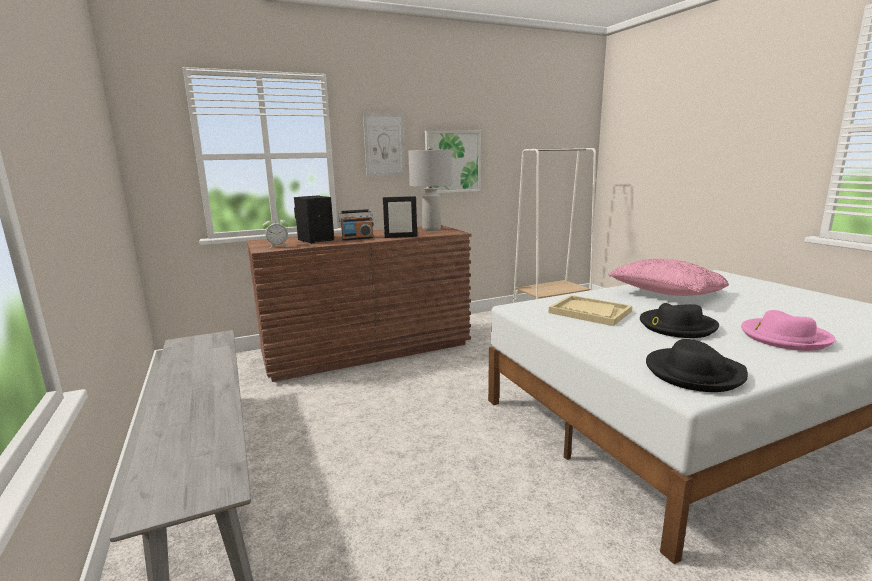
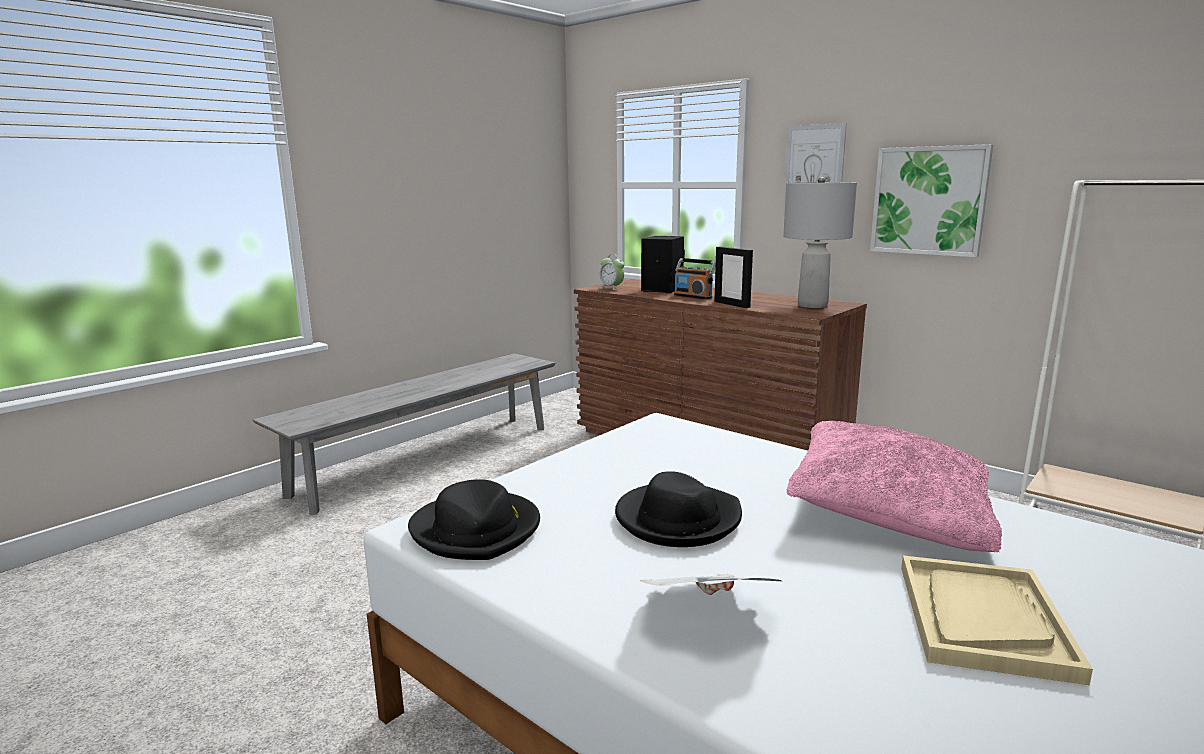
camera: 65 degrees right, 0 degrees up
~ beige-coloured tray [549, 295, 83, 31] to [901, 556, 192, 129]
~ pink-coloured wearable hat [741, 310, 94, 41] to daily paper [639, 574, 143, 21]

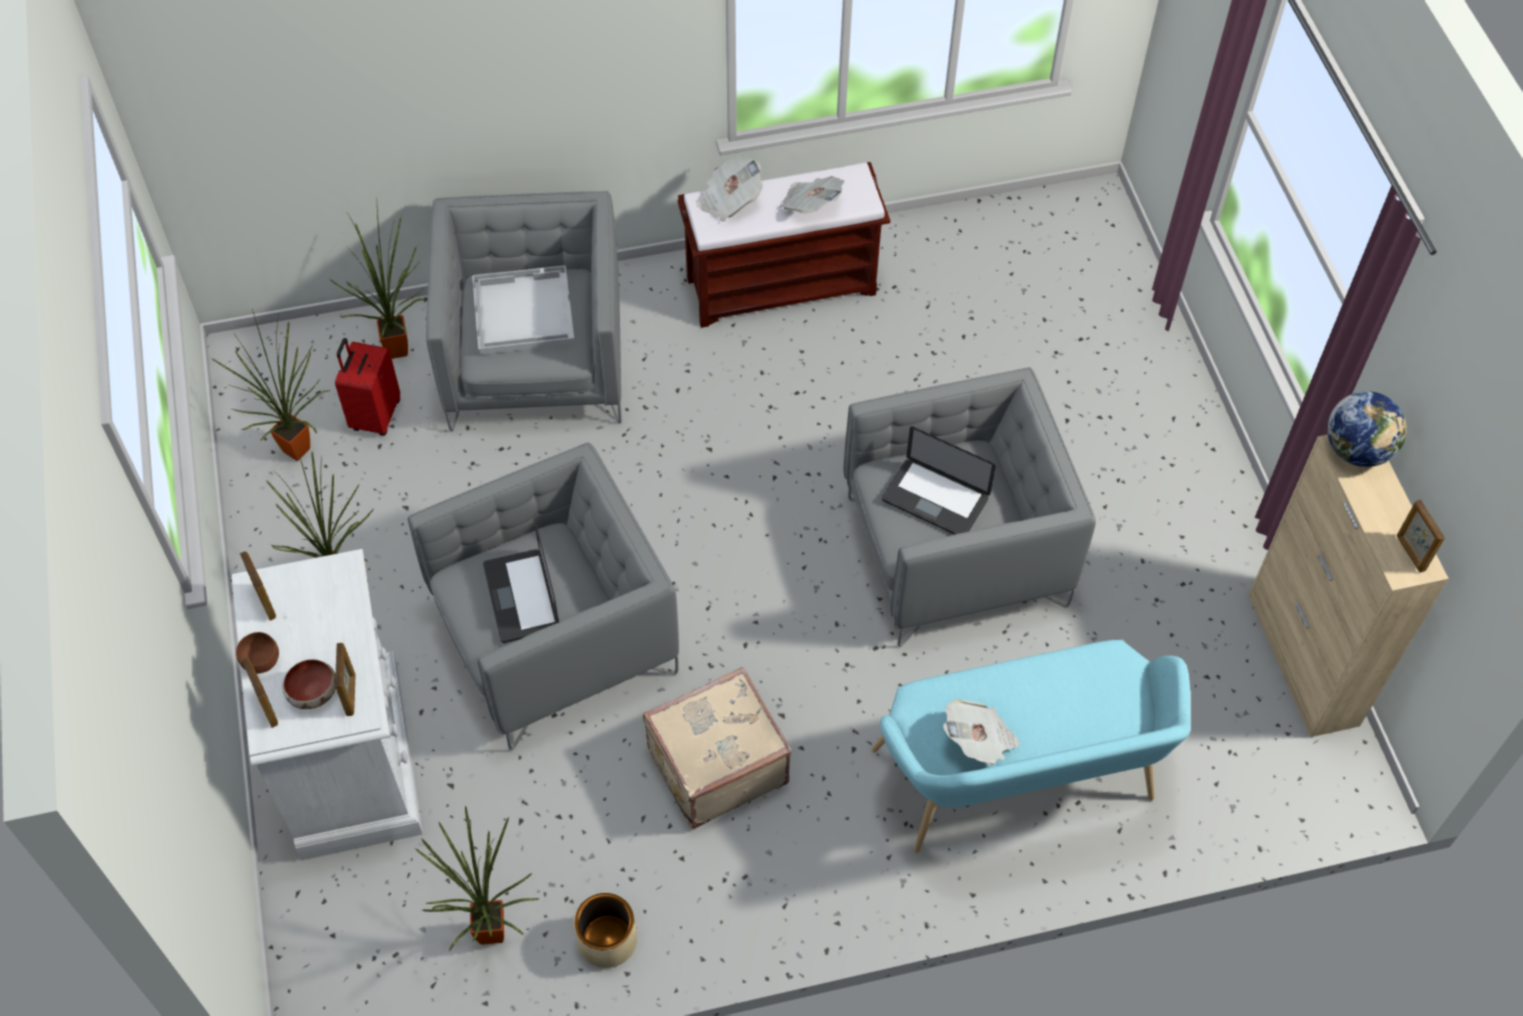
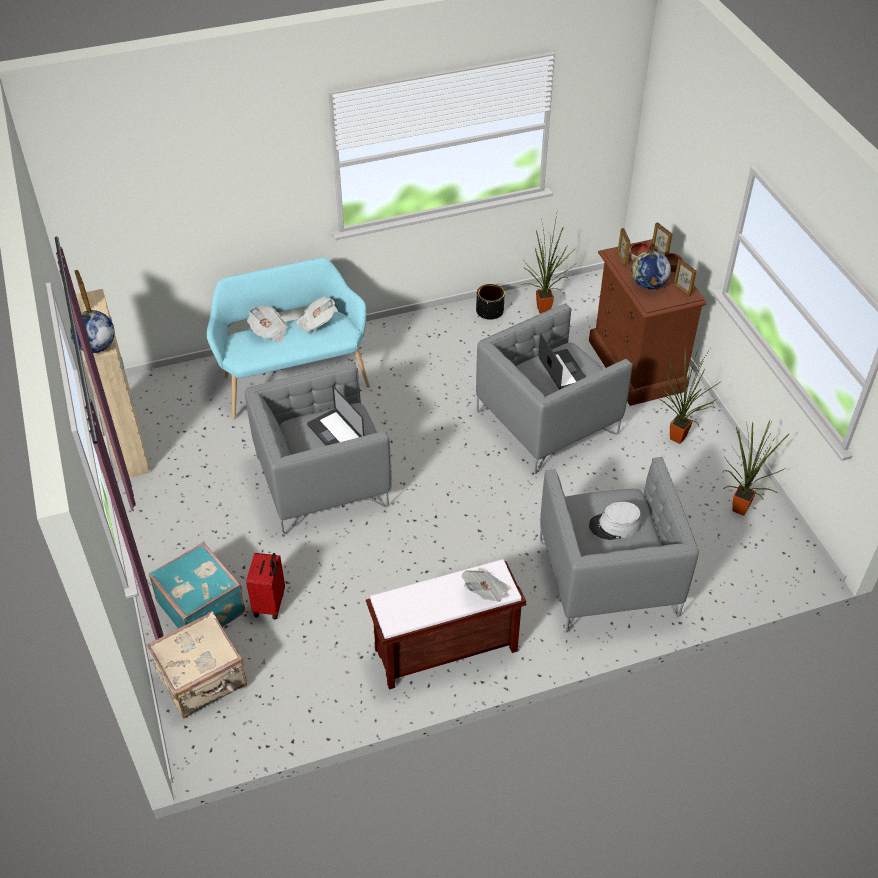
camera: 175 degrees right, 10 degrees down
- plant in a pot [331, 207, 96, 152]
+ turquoise-coloured piece of luggage [149, 542, 96, 86]
+ globe [631, 251, 40, 39]
~ red piece of luggage [335, 338, 65, 98] to [246, 553, 39, 67]
~ beige-coloured piece of luggage [643, 667, 149, 162] to [147, 612, 100, 107]
~ daily paper [780, 176, 65, 37] to [247, 306, 41, 37]
~ whitish tray [472, 265, 103, 90] to greyish wearable hat [589, 502, 53, 38]
~ whitish drawer chest [232, 549, 191, 311] to brown-coloured drawer chest [589, 239, 117, 167]
~ beige-coloured plant pot [574, 893, 63, 75] to black-coloured plant pot [476, 284, 29, 36]
~ portable computer [882, 426, 114, 109] = [307, 386, 57, 60] 150 degrees counterclockwise

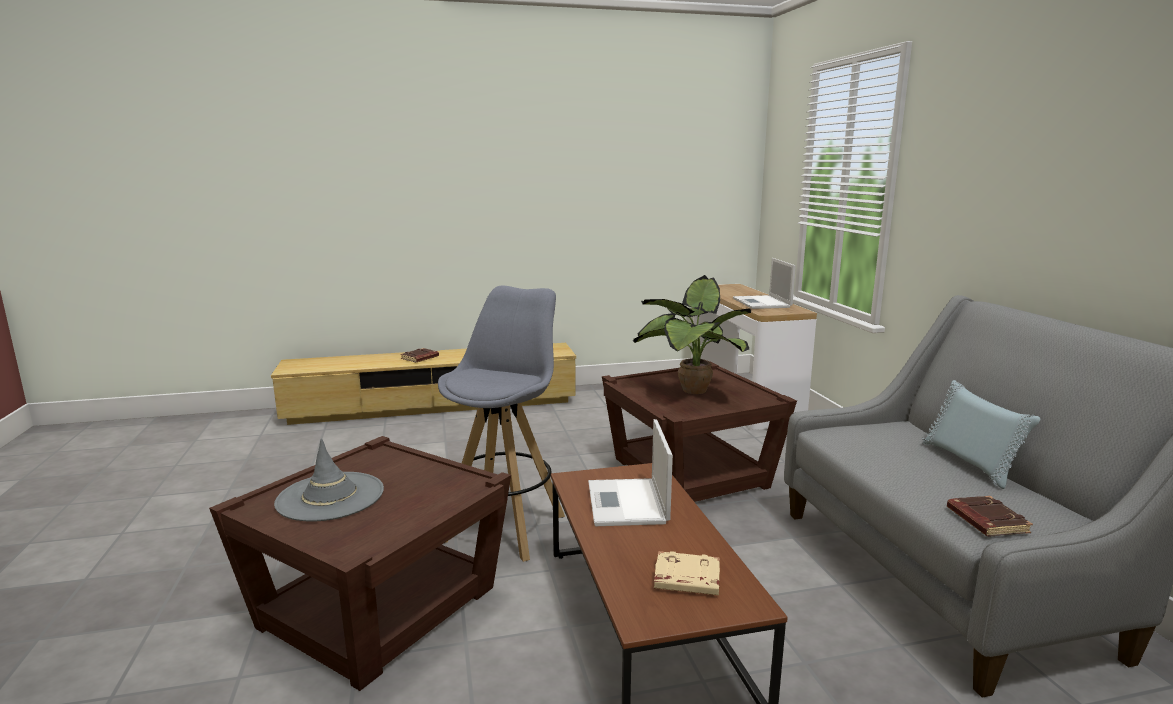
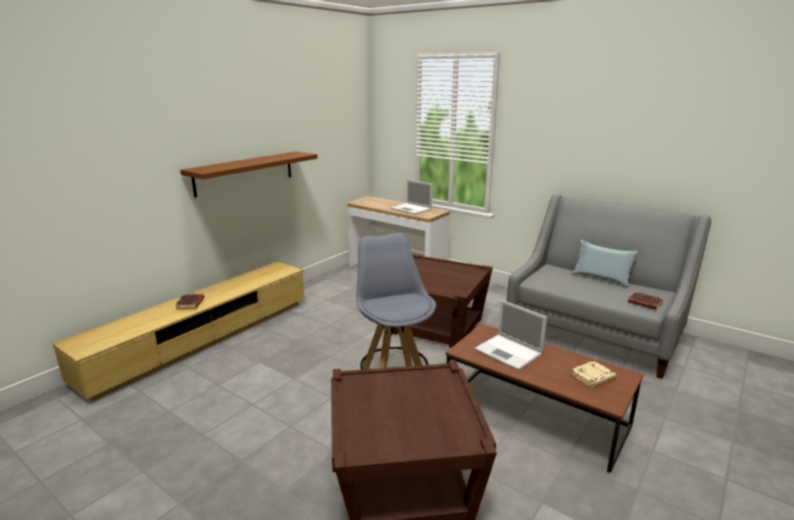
camera: 40 degrees left, 5 degrees up
- greyish wearable hat [274, 438, 110, 84]
- plant in a pot [632, 275, 119, 119]
+ brown-coloured bracket shelf [180, 151, 138, 46]

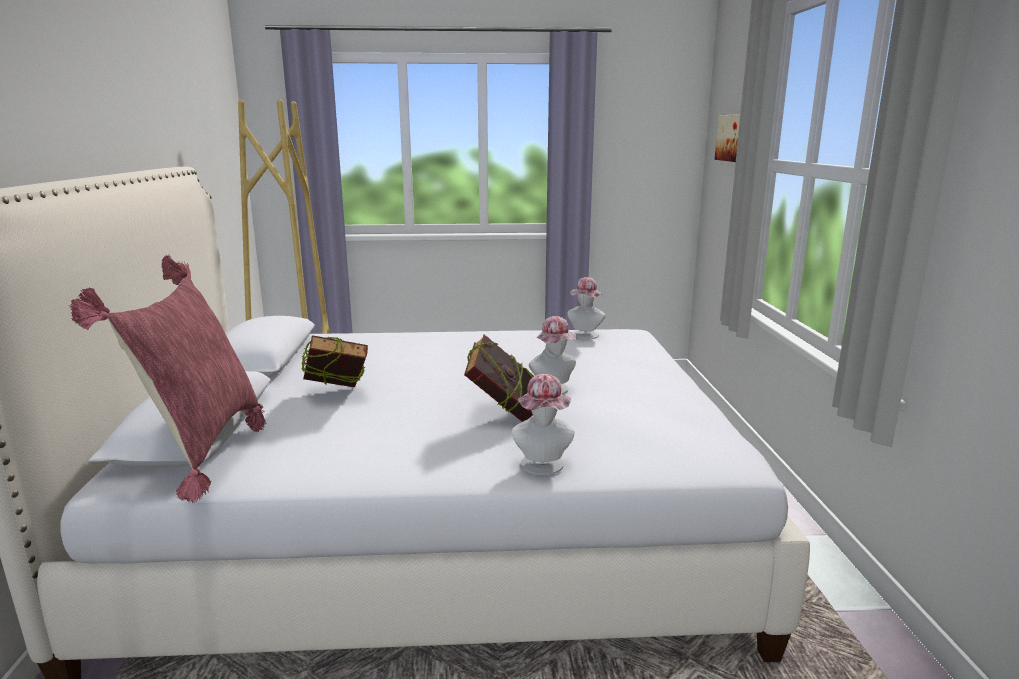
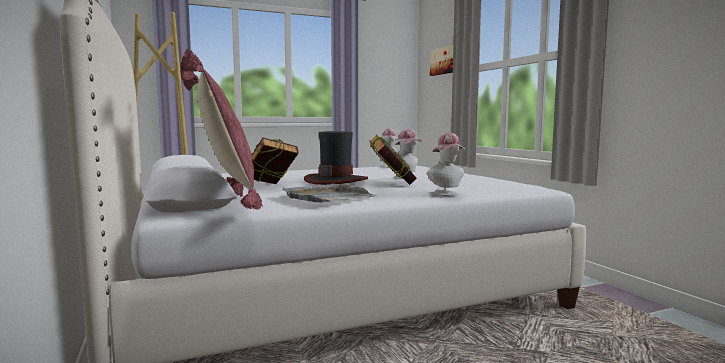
camera: 20 degrees left, 10 degrees down
+ greyish tray [283, 184, 94, 19]
+ wearable hat [304, 131, 64, 54]

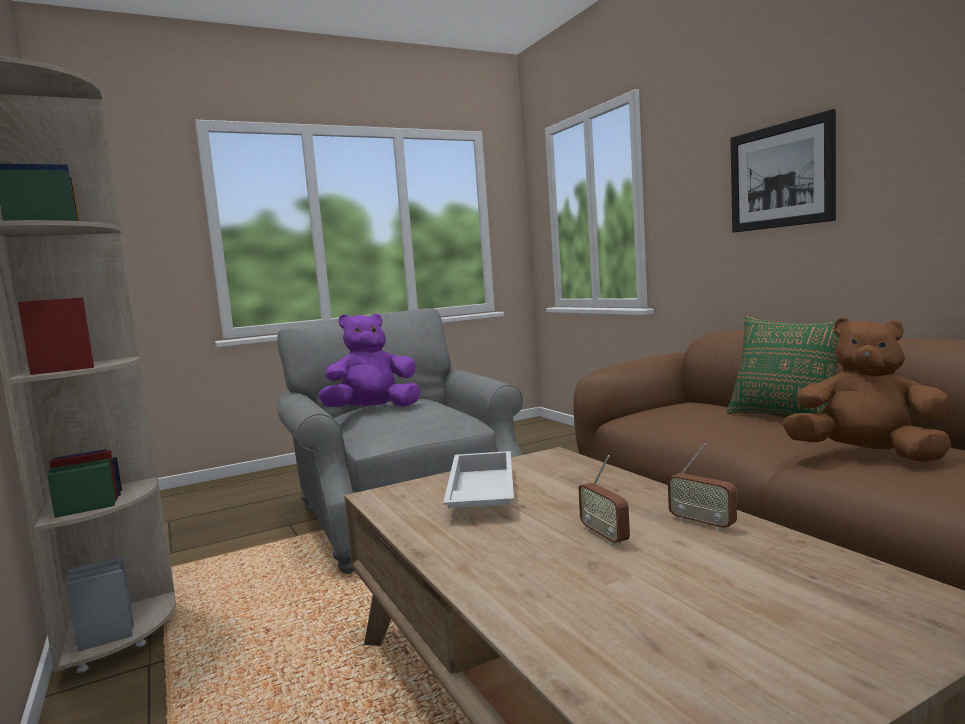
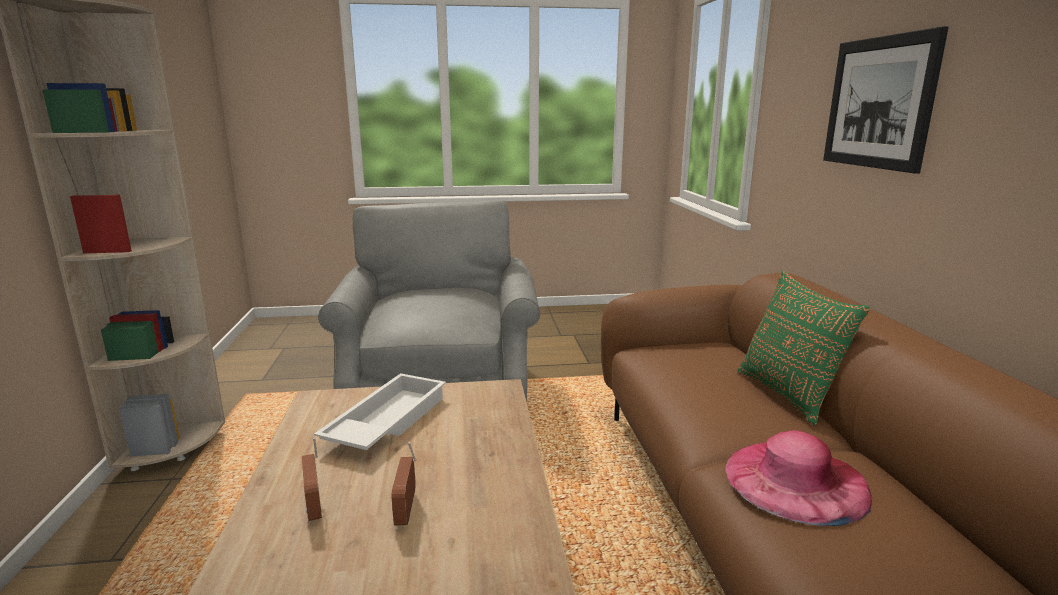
camera: 20 degrees right, 10 degrees up
- purplish plush toy [318, 314, 102, 93]
~ radio [668, 443, 69, 88] to [302, 437, 20, 84]
~ brown-coloured plush toy [782, 318, 170, 144] to pink-coloured wearable hat [725, 430, 147, 96]

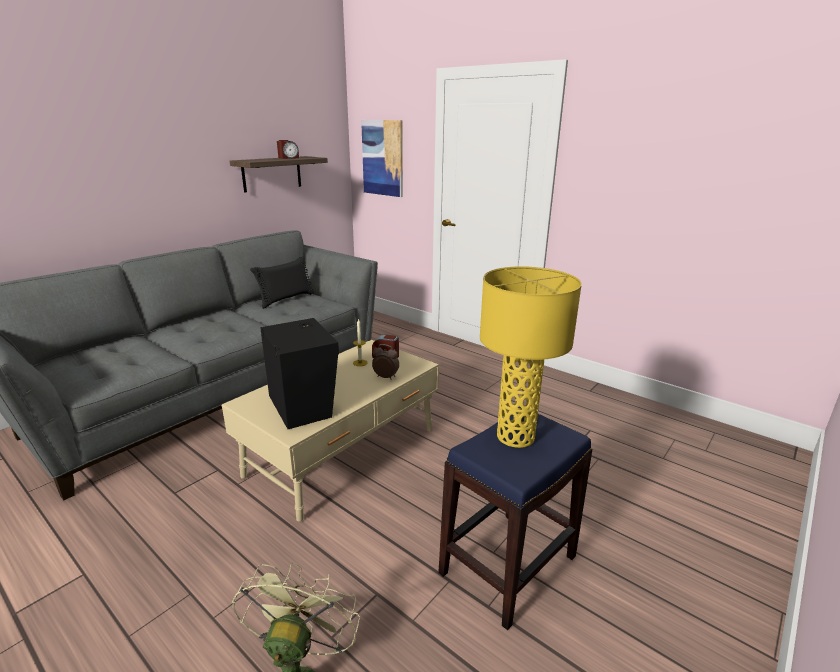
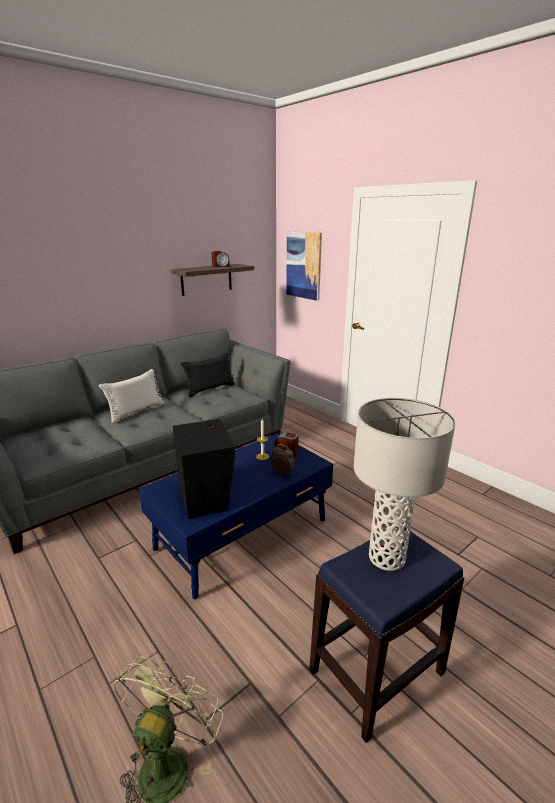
camera: 10 degrees right, 0 degrees up
+ whitish pillow [99, 369, 65, 55]
~ beige-coloured lounge table [222, 340, 217, 181] to blue-coloured lounge table [139, 434, 194, 165]
~ yellow tabletop lamp [480, 266, 102, 182] to whitish tabletop lamp [354, 398, 101, 173]

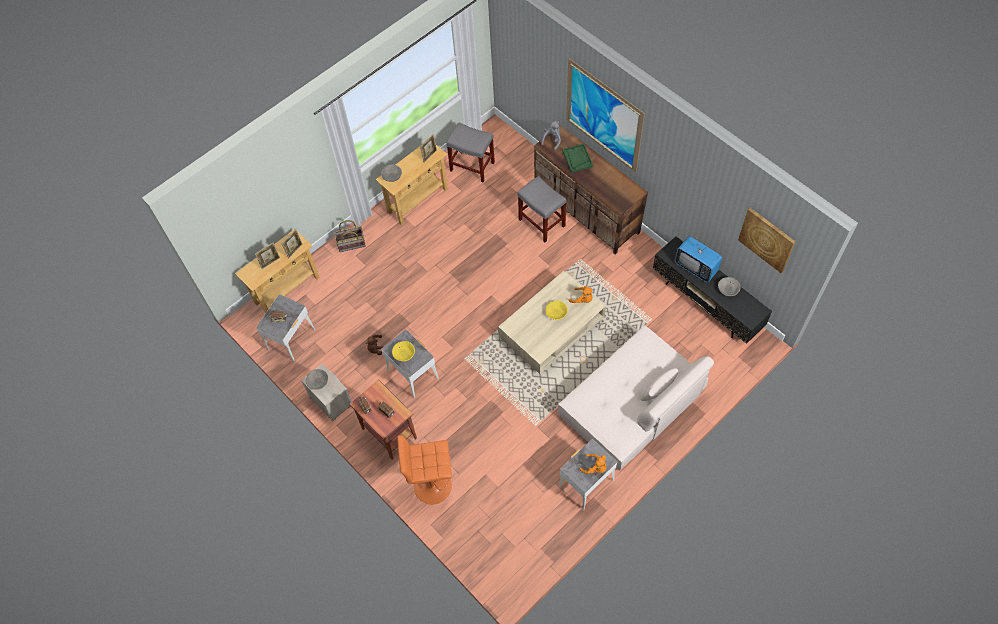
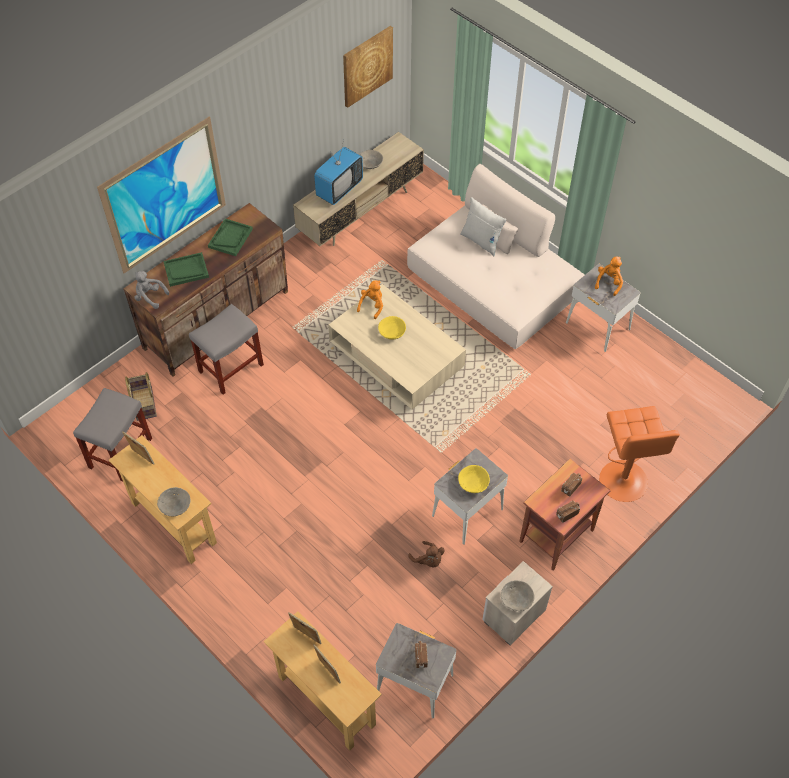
camera: 95 degrees left, 5 degrees down
+ greenish tray [208, 219, 45, 37]
+ greyish pillow [460, 197, 46, 59]
~ basket [334, 220, 32, 32] to [125, 372, 32, 49]
~ black-coloured tv unit [653, 237, 119, 107] to beige-coloured tv unit [293, 132, 131, 114]

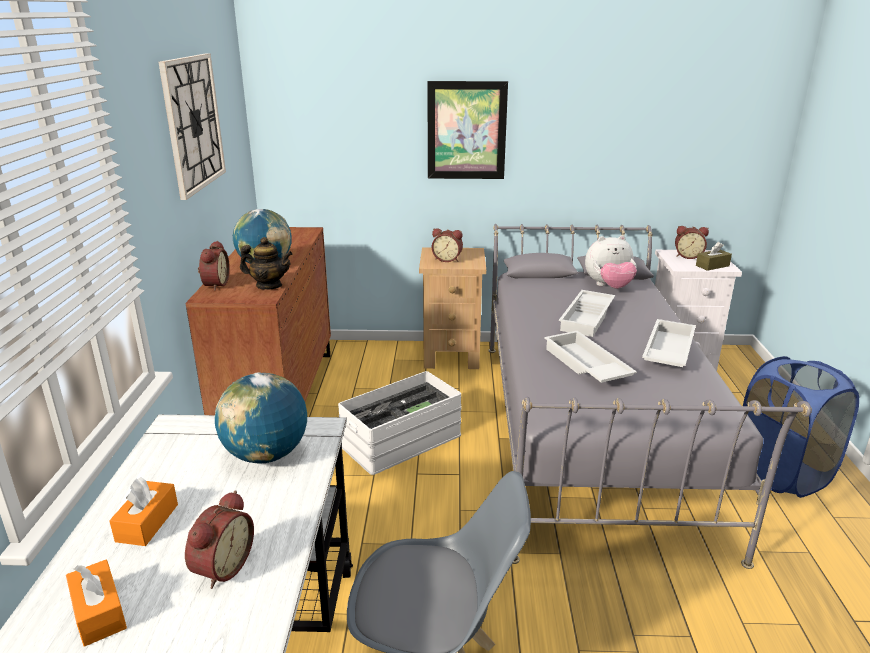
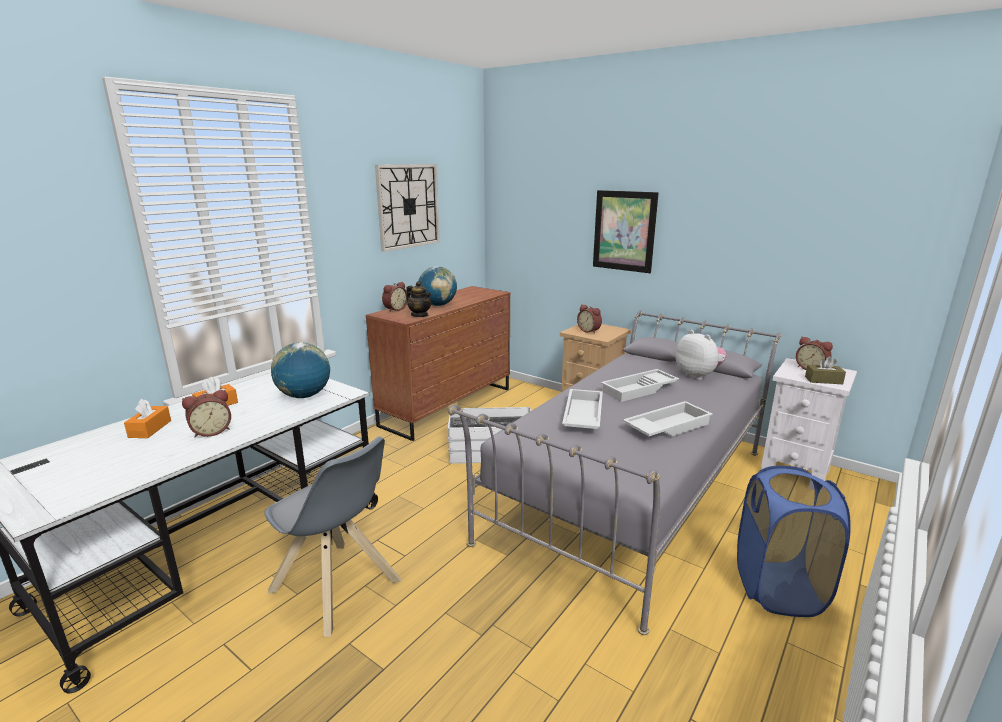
camera: 35 degrees right, 5 degrees down
~ plush toy [585, 235, 52, 54] = [675, 330, 52, 50] 150 degrees counterclockwise

